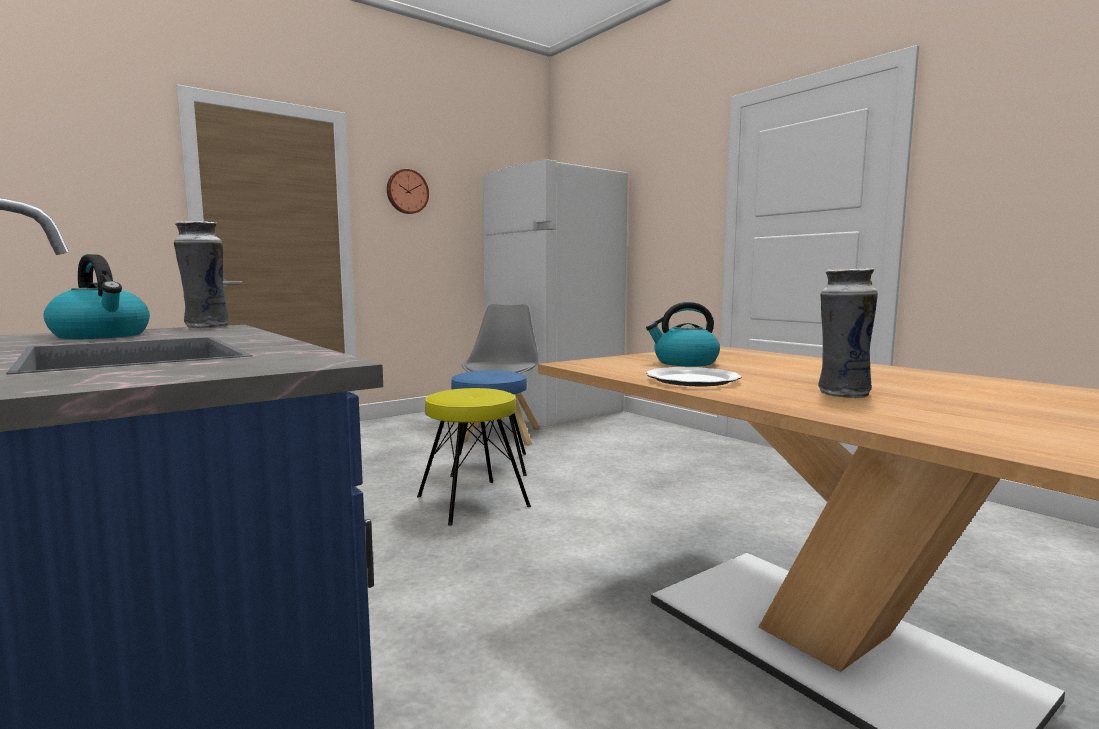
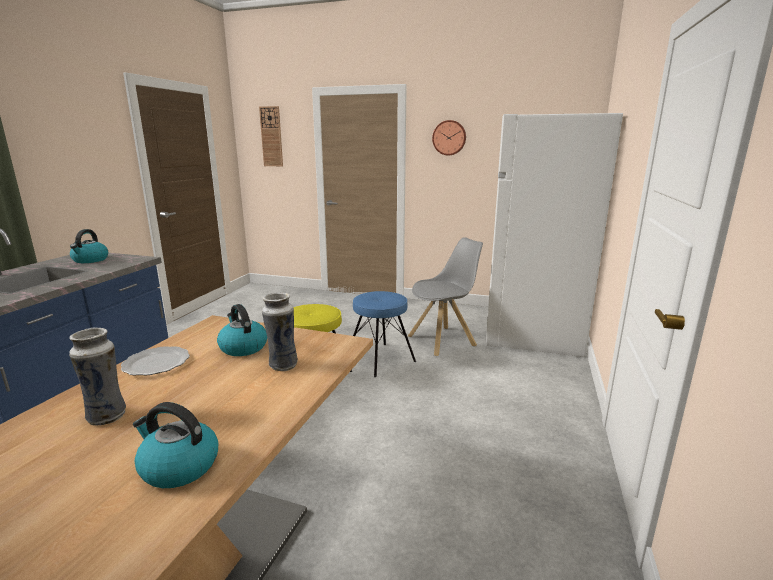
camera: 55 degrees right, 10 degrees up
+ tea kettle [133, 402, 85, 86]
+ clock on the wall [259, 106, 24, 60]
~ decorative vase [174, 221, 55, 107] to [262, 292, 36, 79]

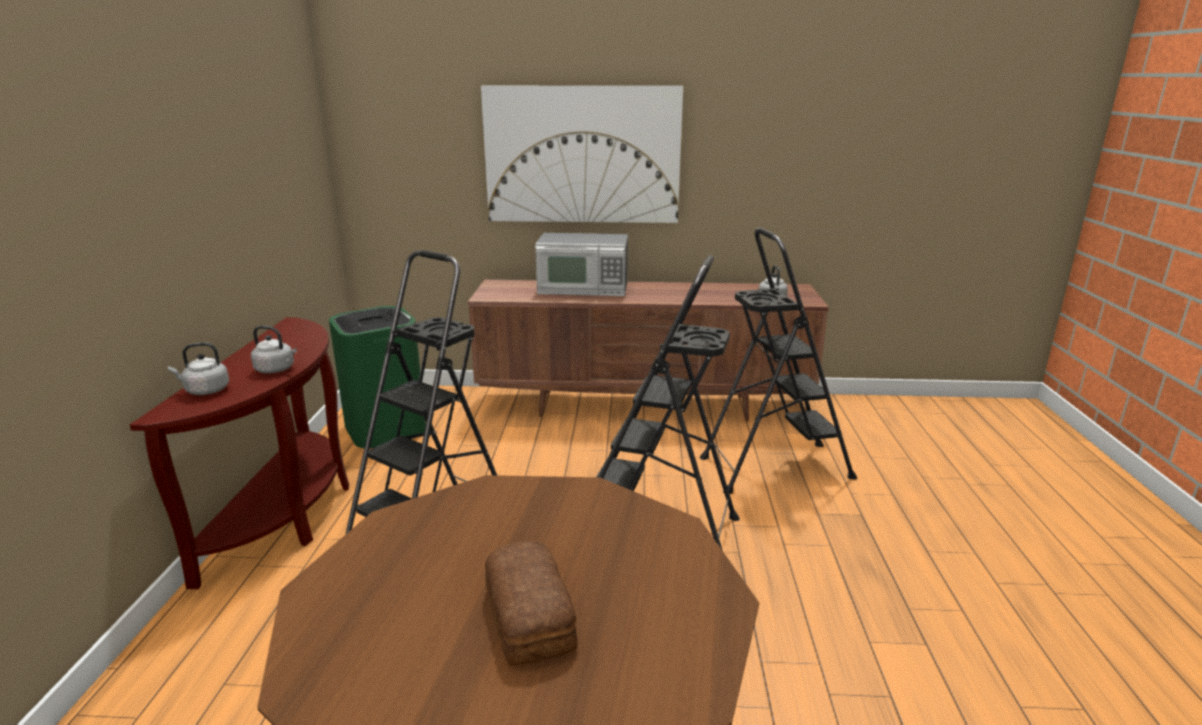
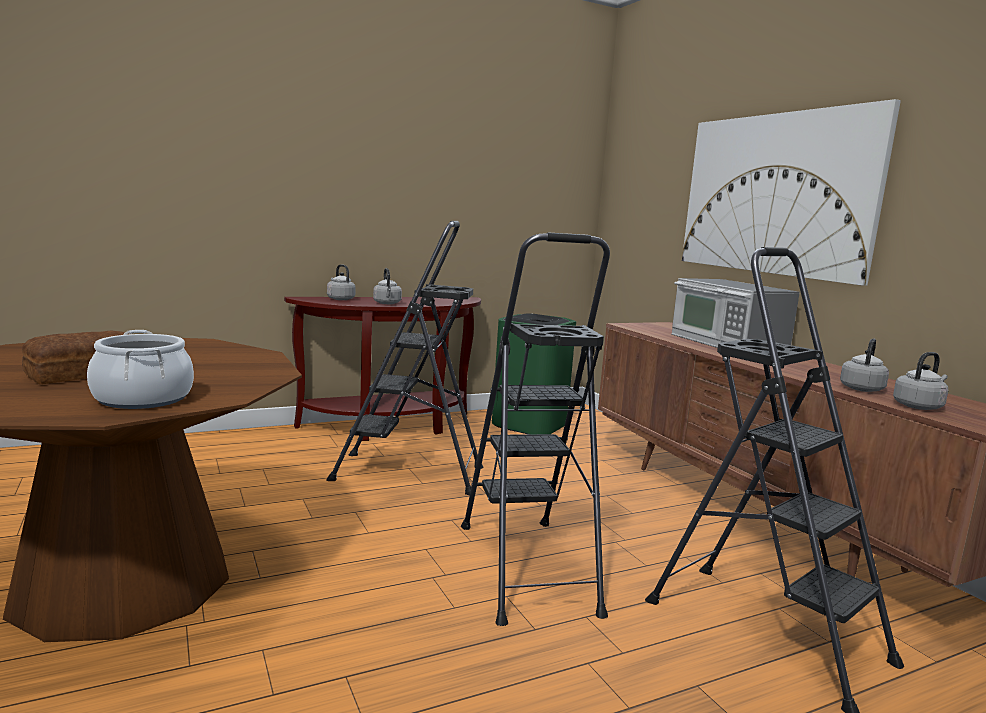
camera: 60 degrees right, 10 degrees down
+ cooking pot [87, 330, 107, 79]
+ greyish tea kettle [840, 338, 49, 54]

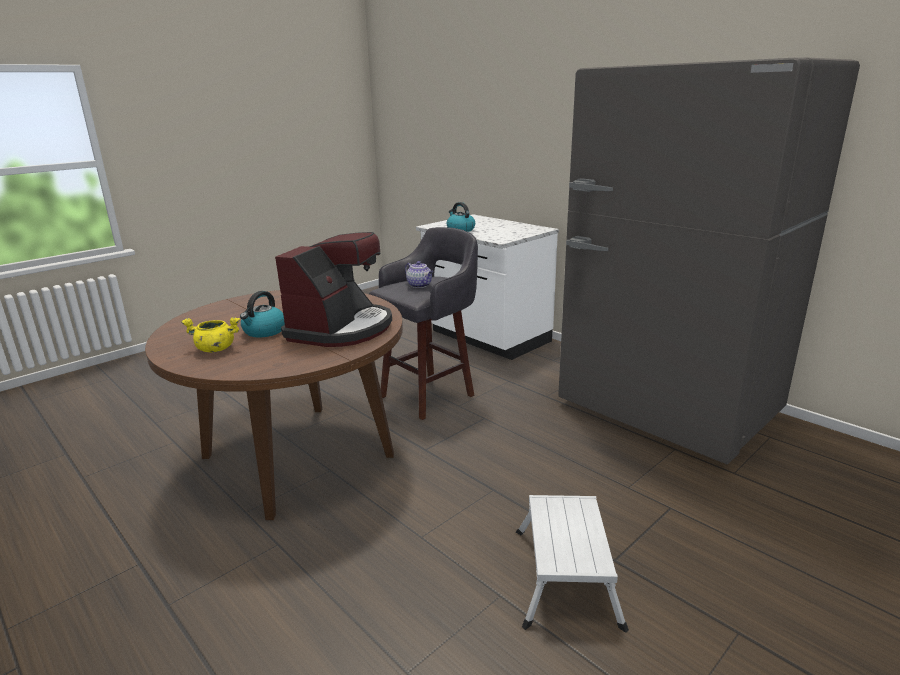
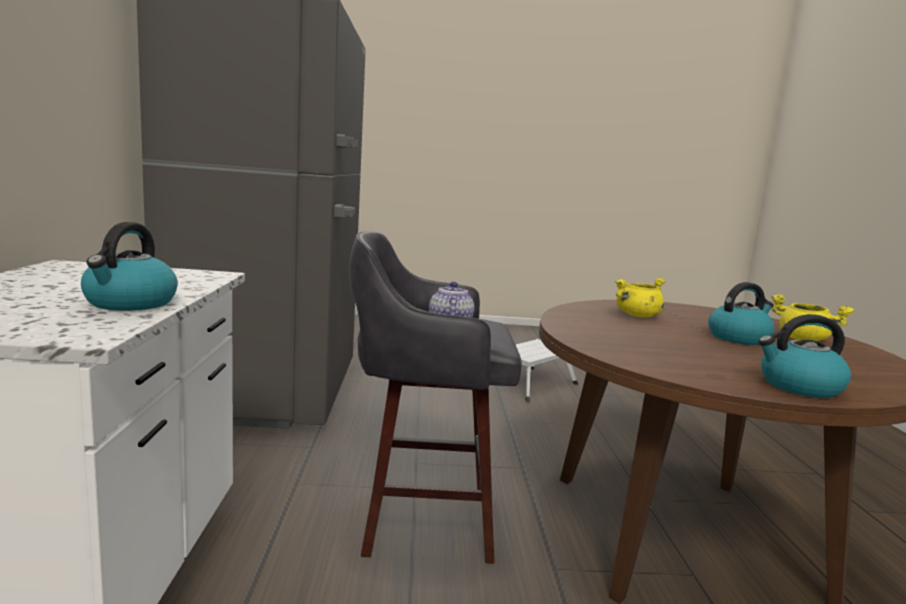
camera: 140 degrees left, 10 degrees down
+ tea kettle [758, 314, 93, 84]
~ coffee machine [275, 232, 117, 115] to yellow cooking pot [615, 277, 51, 41]

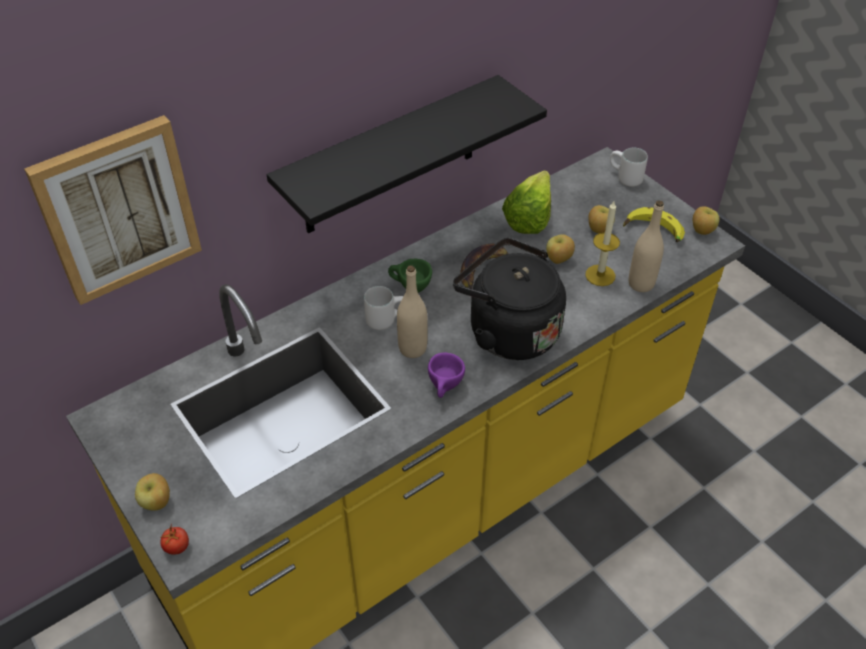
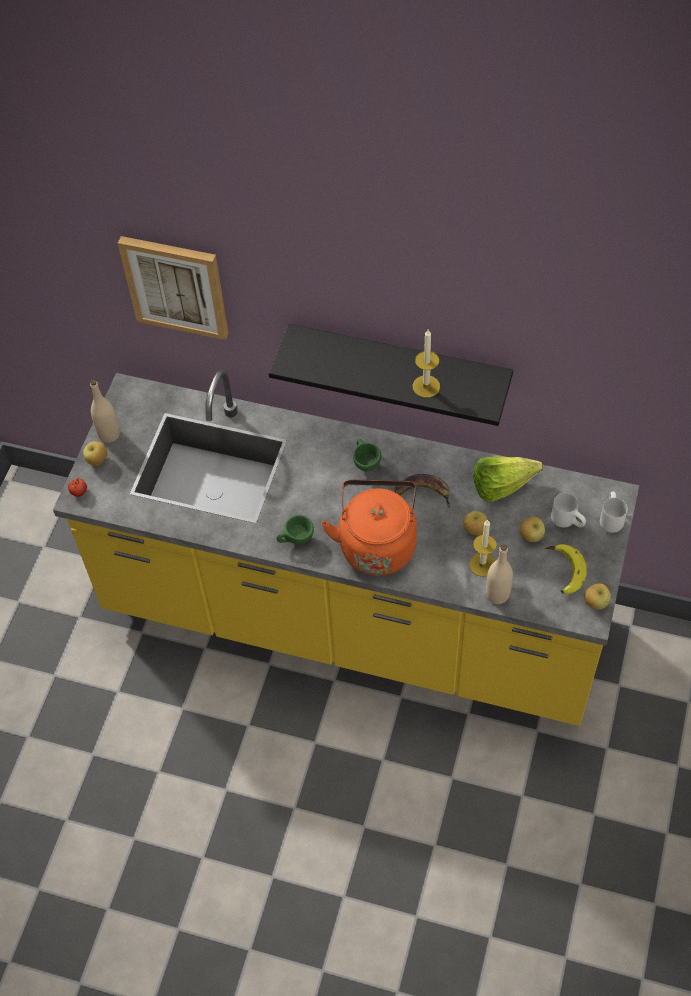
camera: 55 degrees right, 10 degrees up
+ wax light [413, 330, 27, 68]
~ whitish mug [364, 286, 40, 44] to [551, 492, 35, 36]
~ beige-coloured beverage bottle [397, 265, 31, 93] to [90, 380, 30, 63]
~ purplish small cup [428, 352, 37, 46] to greenish small cup [276, 515, 38, 30]
~ black-coloured tea kettle [453, 238, 113, 122] to orangey tea kettle [321, 480, 96, 96]

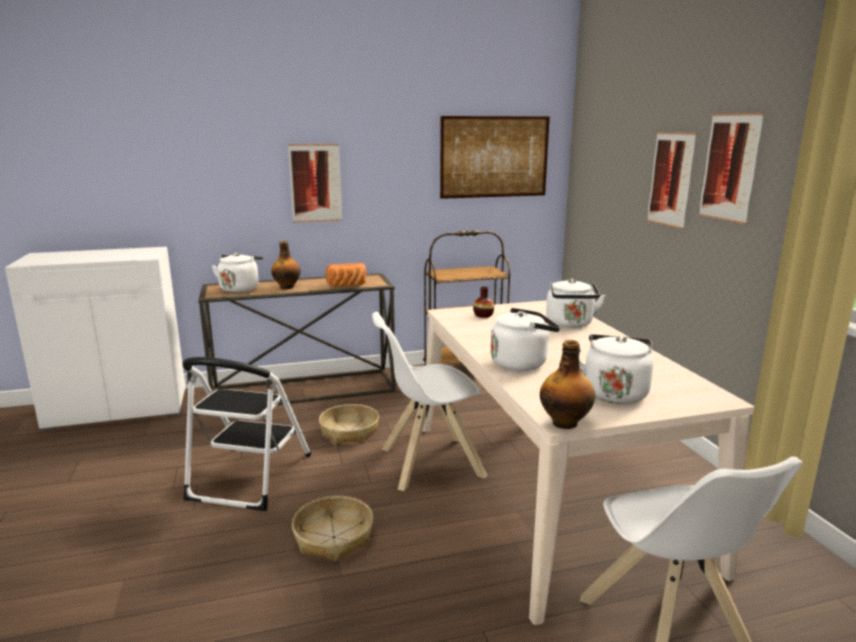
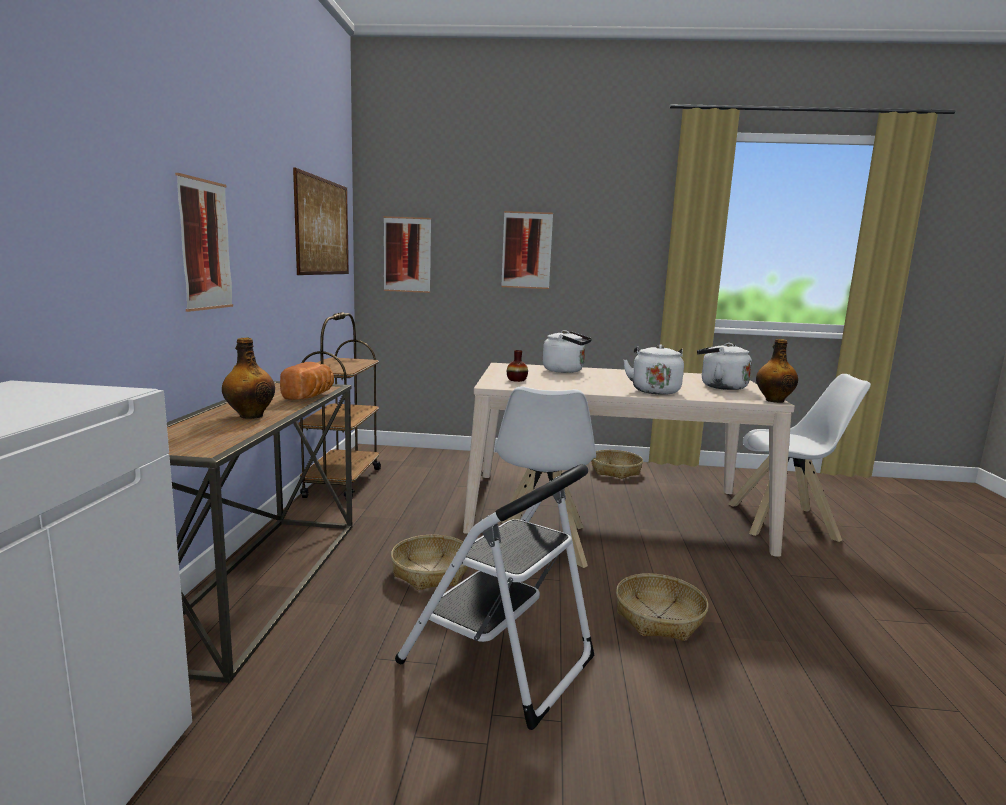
camera: 70 degrees left, 5 degrees down
- whitish tea kettle [211, 253, 52, 40]
+ basket [591, 450, 52, 29]
~ wall art [699, 113, 66, 111] to [384, 216, 47, 77]

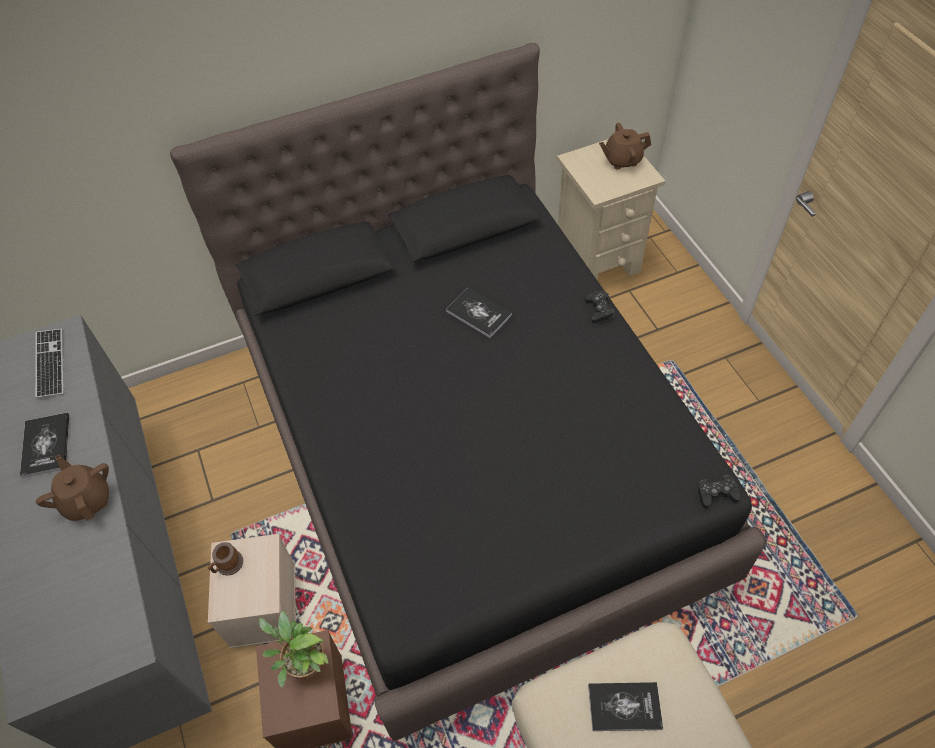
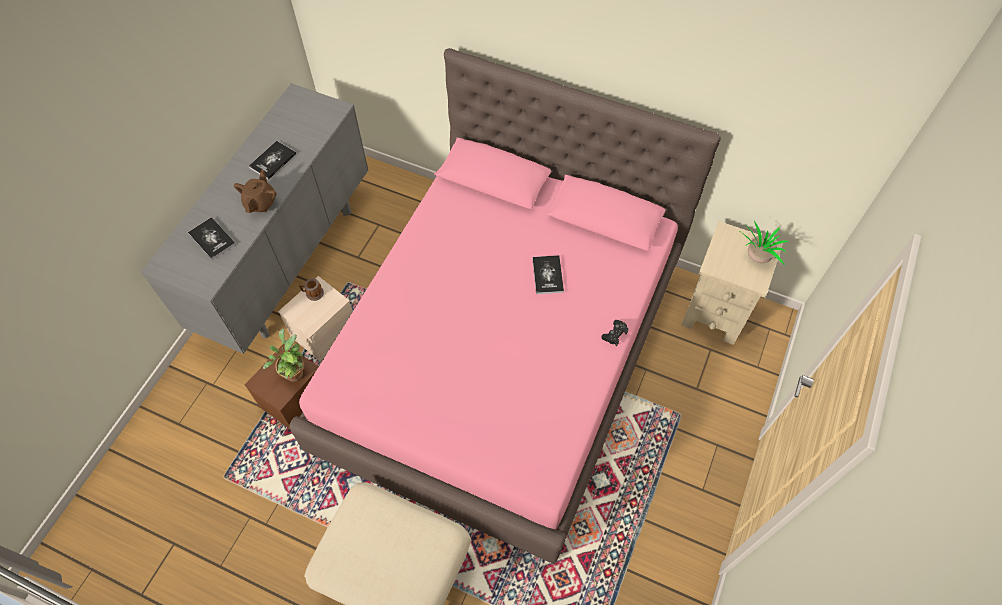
camera: 45 degrees right, 5 degrees up
- computer keyboard [35, 329, 29, 69]
- black-coloured gamepad [698, 475, 42, 34]
~ bound book [588, 682, 75, 49] to [188, 217, 48, 43]
~ brown-coloured teapot [599, 123, 52, 46] to plant in a pot [741, 220, 48, 45]
~ black-coloured bedroom bed [170, 43, 596, 698] to pink-coloured bedroom bed [289, 48, 432, 516]

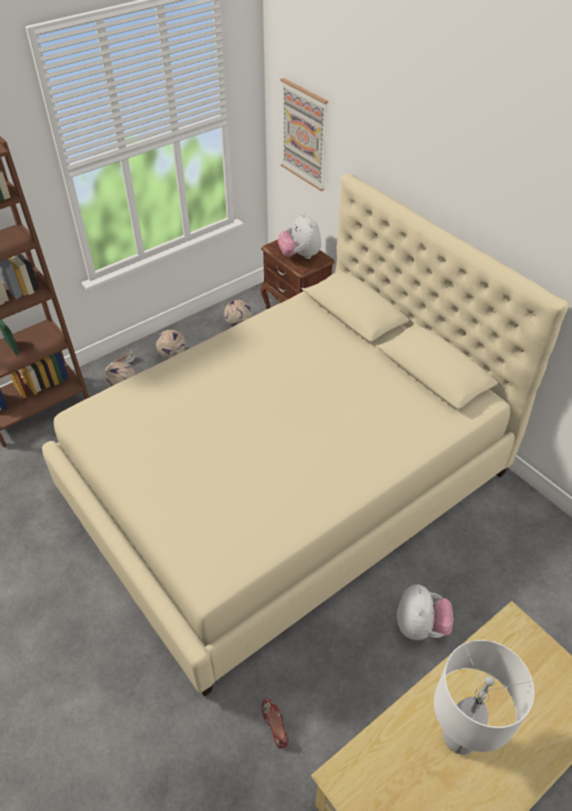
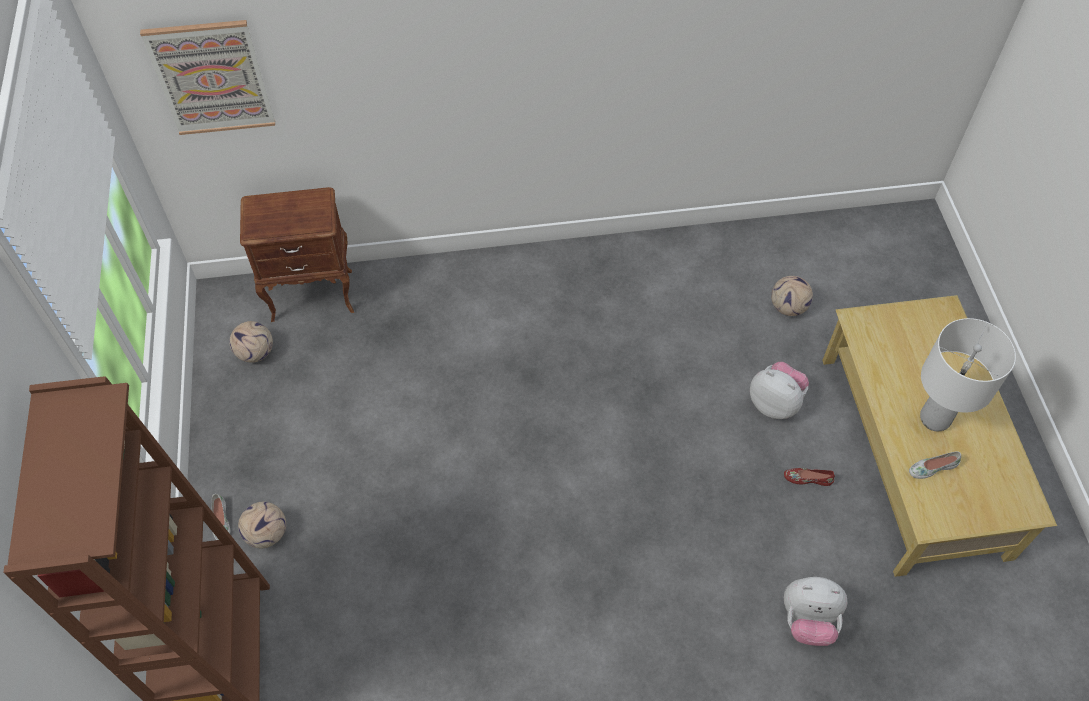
camera: 60 degrees left, 10 degrees up
- beige-coloured bedroom bed [42, 173, 527, 524]
+ whitish low shoe [909, 451, 52, 28]
~ ball for football [156, 330, 30, 29] to [771, 276, 42, 40]
~ red low shoe [262, 698, 26, 50] to [784, 468, 51, 18]
~ plush toy [278, 213, 43, 46] to [784, 577, 64, 69]

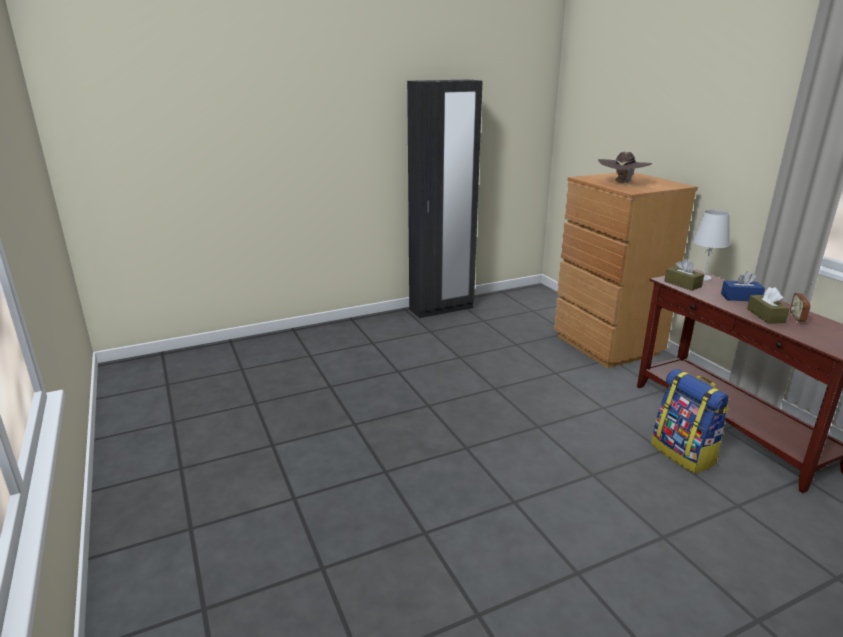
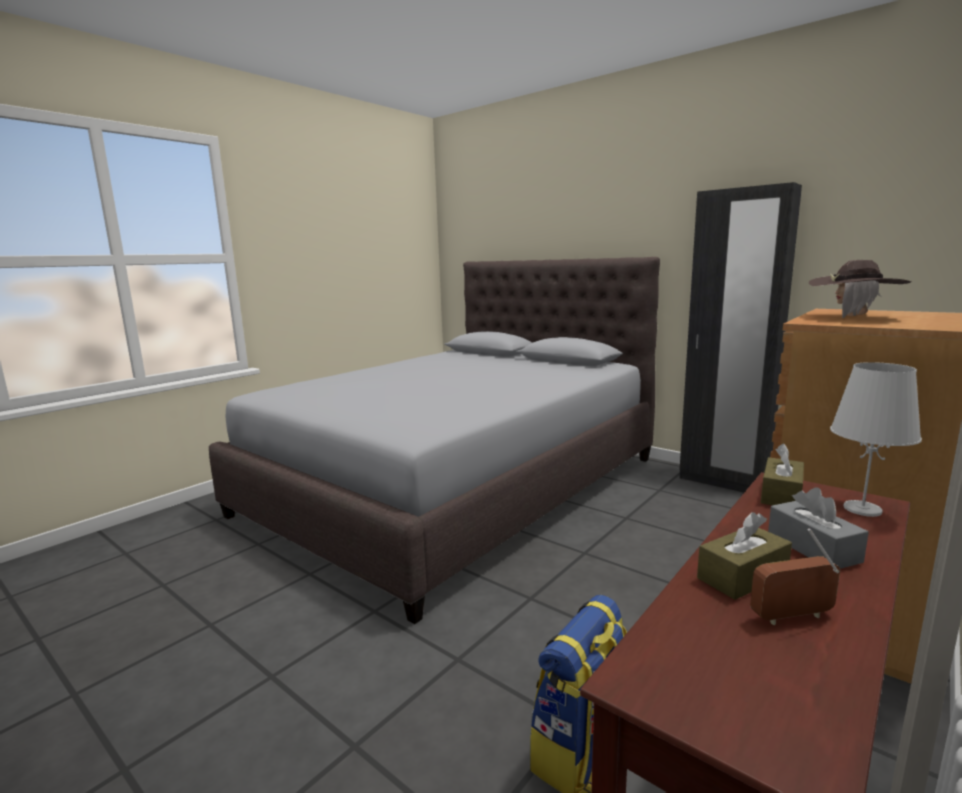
camera: 65 degrees right, 10 degrees down
+ greyish bedroom bed [209, 257, 451, 367]
~ blue-coloured tissue holder [721, 271, 44, 30] to greyish tissue holder [768, 487, 101, 82]

